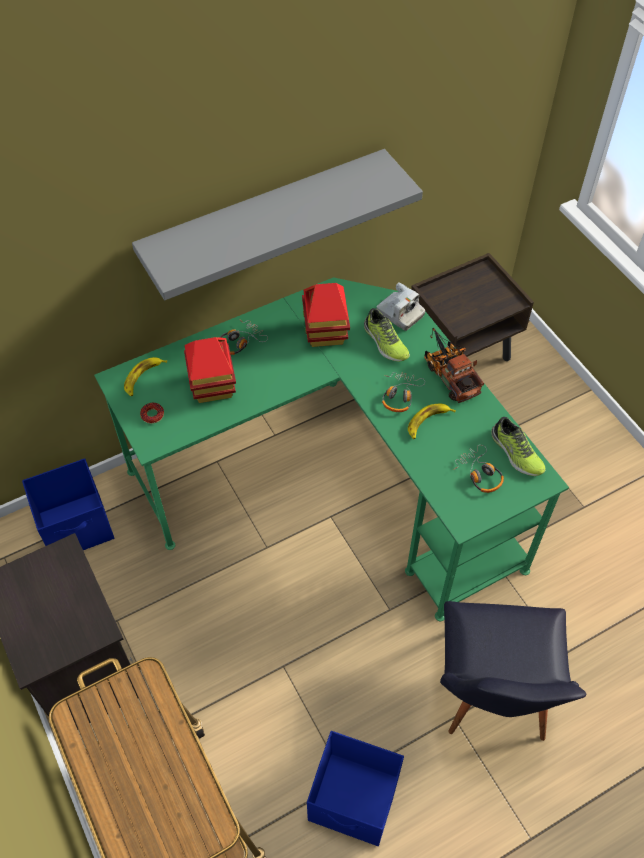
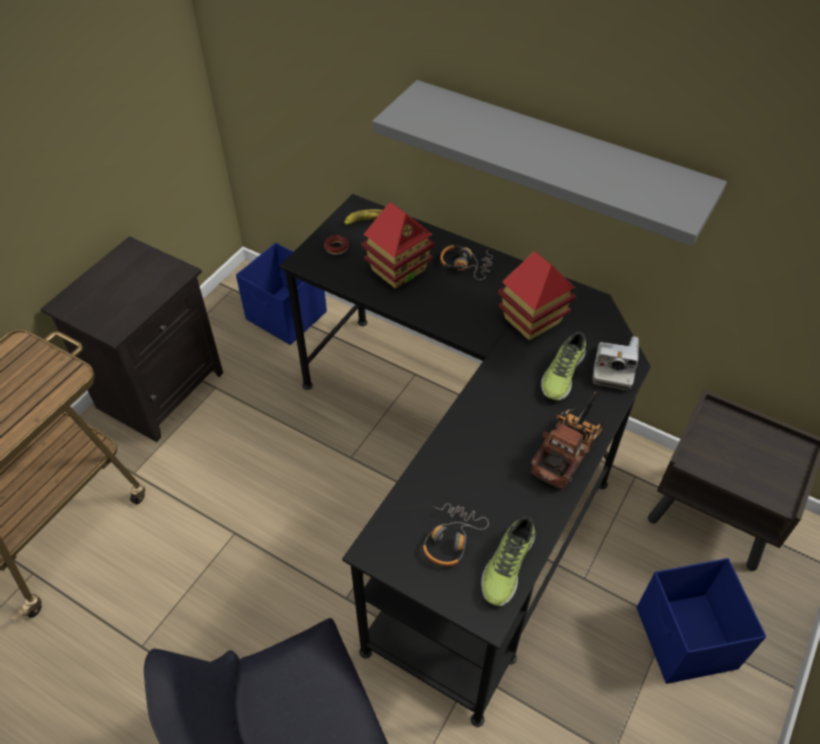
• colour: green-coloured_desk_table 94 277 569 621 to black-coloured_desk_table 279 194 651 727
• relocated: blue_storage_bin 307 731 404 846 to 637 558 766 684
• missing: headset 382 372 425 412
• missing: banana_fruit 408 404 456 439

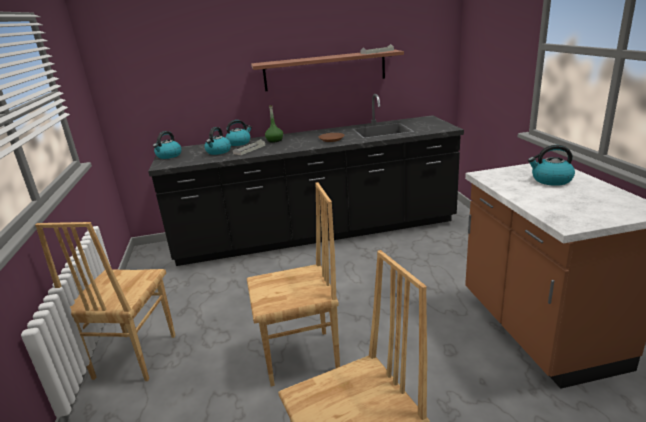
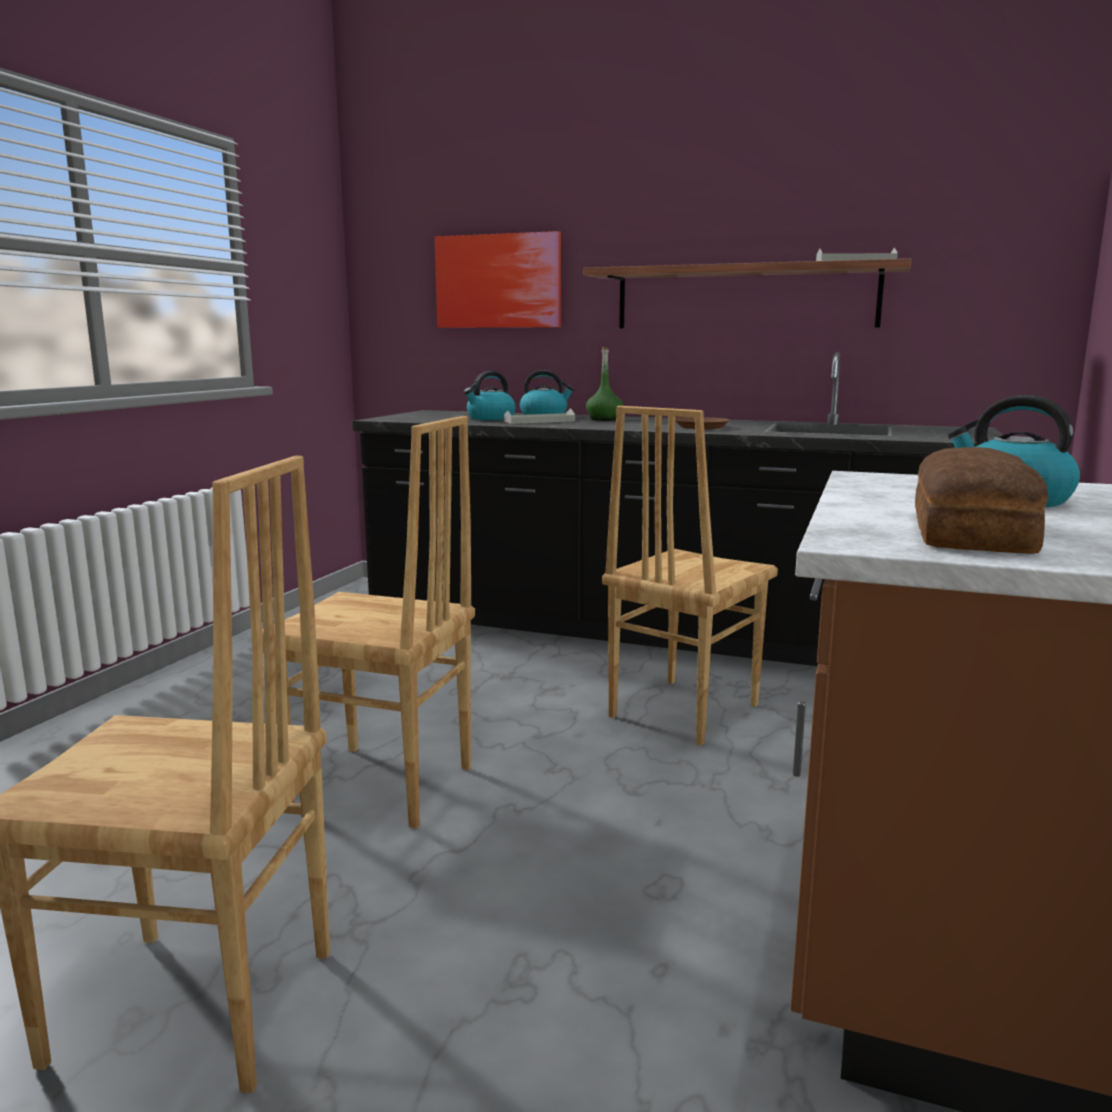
• appeared: picture 434 231 561 328
• relocated: brown-coloured_chair 35 222 176 381 to 602 406 778 746
• appeared: bakery_bread 915 447 1049 554
• missing: kettle 153 131 182 159

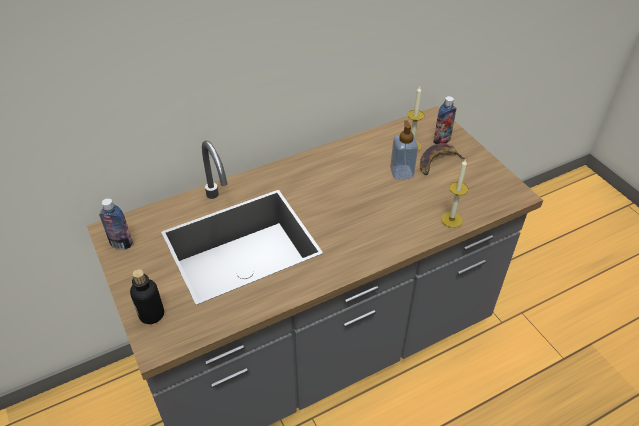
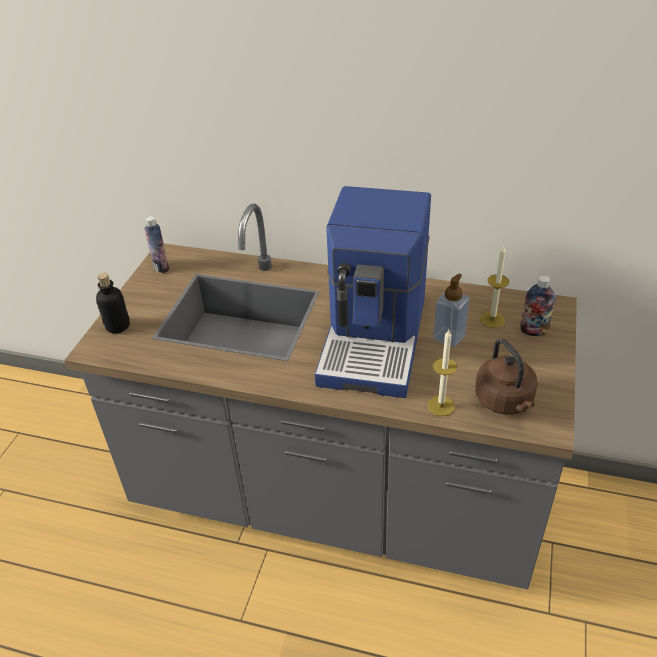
• appeared: coffee_brewer 315 186 431 398
• appeared: brown-coloured_kettle 475 338 538 415
• missing: banana_fruit 420 143 465 175

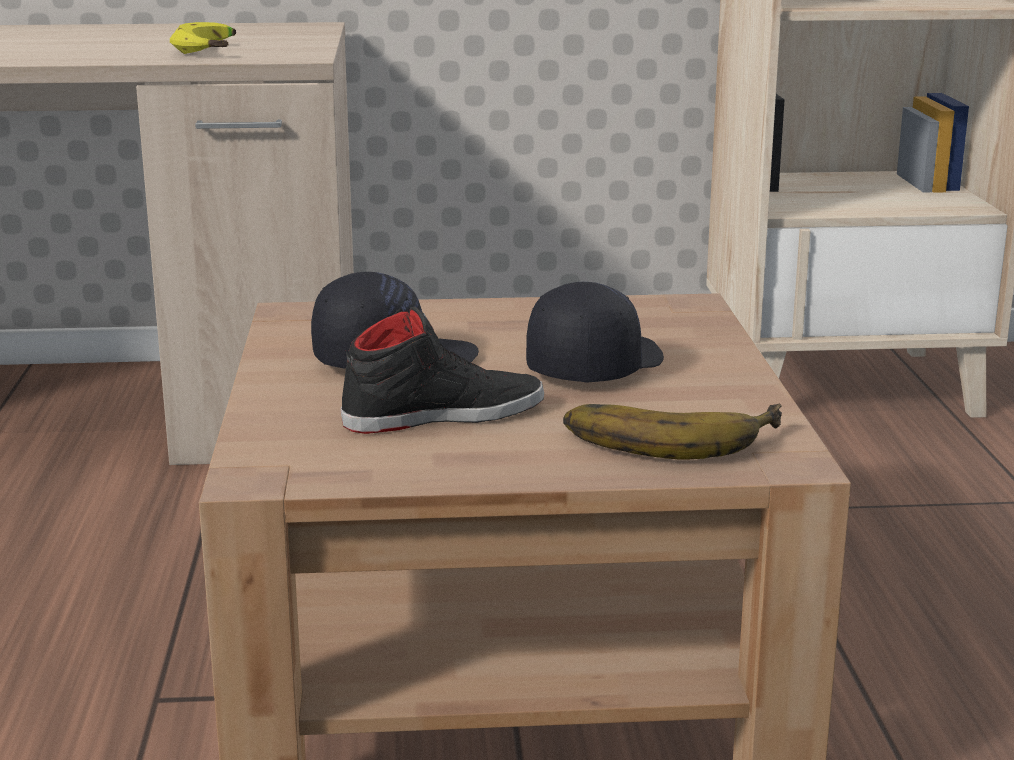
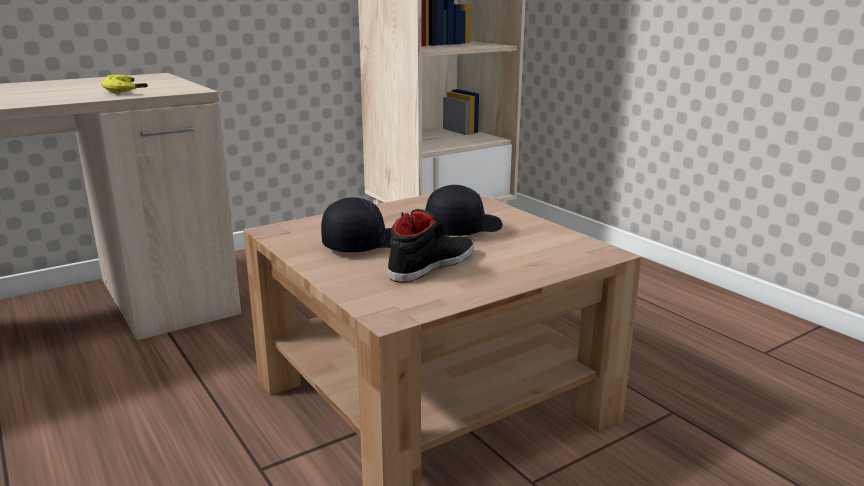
• spun: black-coloured_cap 526 282 664 383 = 425 185 502 236 45 degrees clockwise
• missing: banana_fruit 563 404 782 460

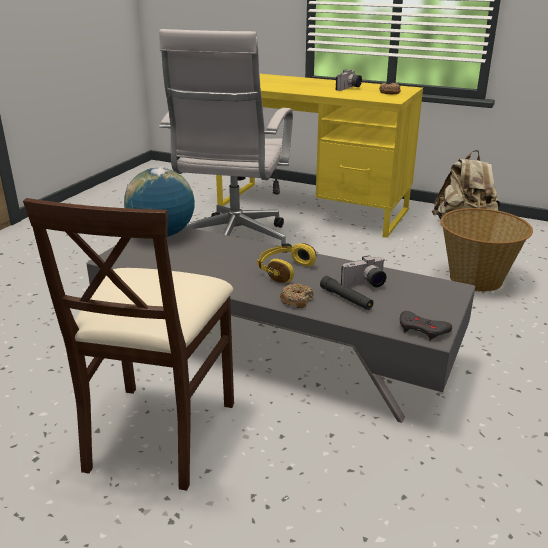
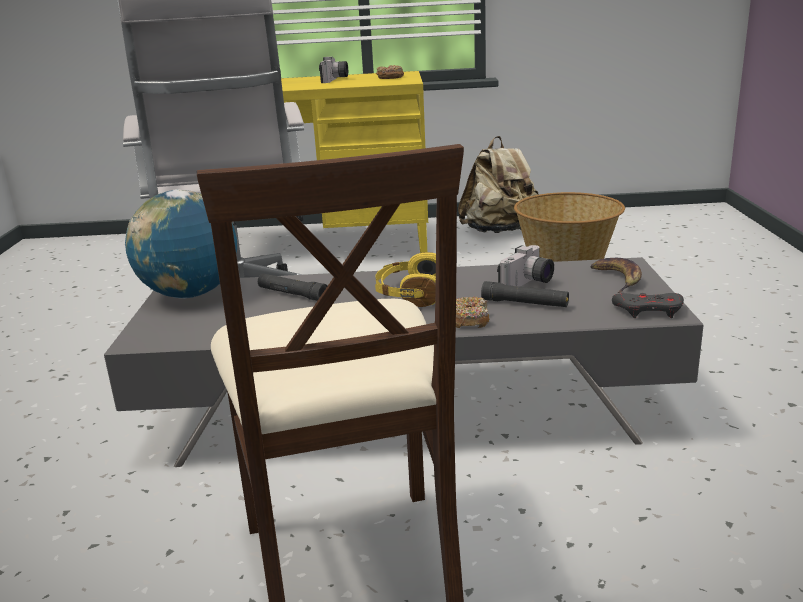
• appeared: black-coloured_hand_torch 258 274 328 301
• appeared: banana_fruit 591 258 642 293

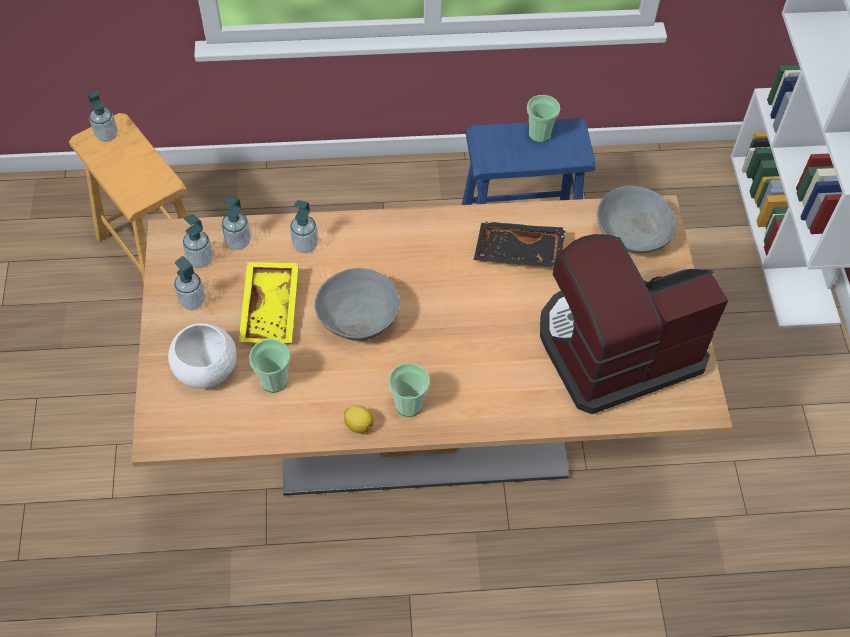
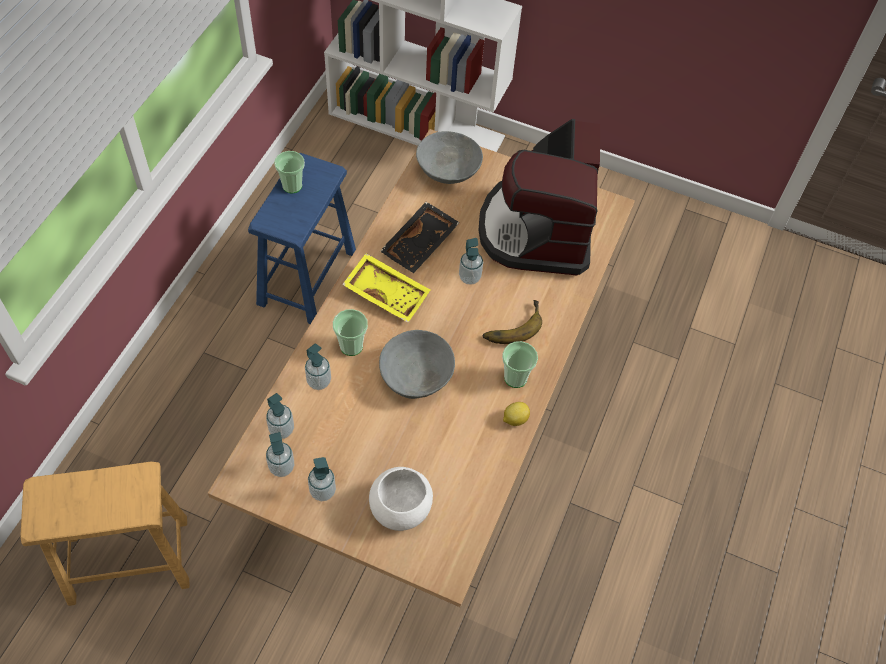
• relocated: drinking_cup 249 339 290 393 to 333 309 368 356
• relocated: yellow-coloured_serving_tray 239 262 299 343 to 342 253 430 323
• relocated: soap_dispenser 88 91 118 142 to 459 238 483 285
• appeared: banana_fruit 482 300 542 344

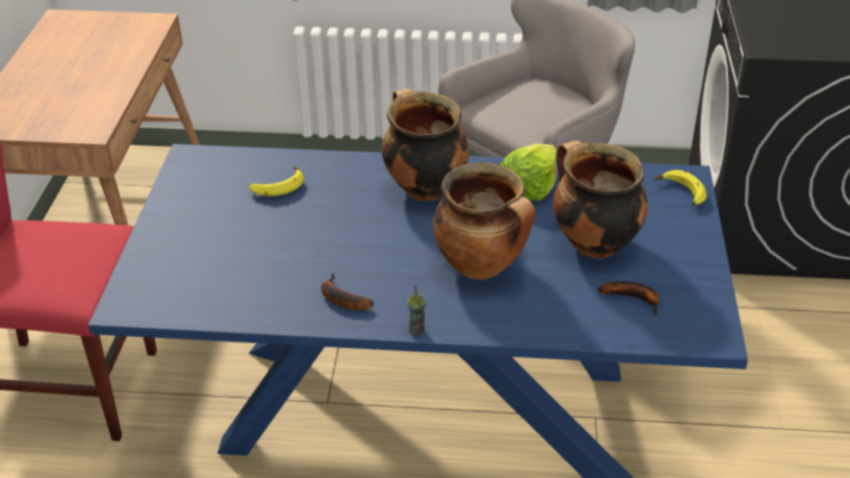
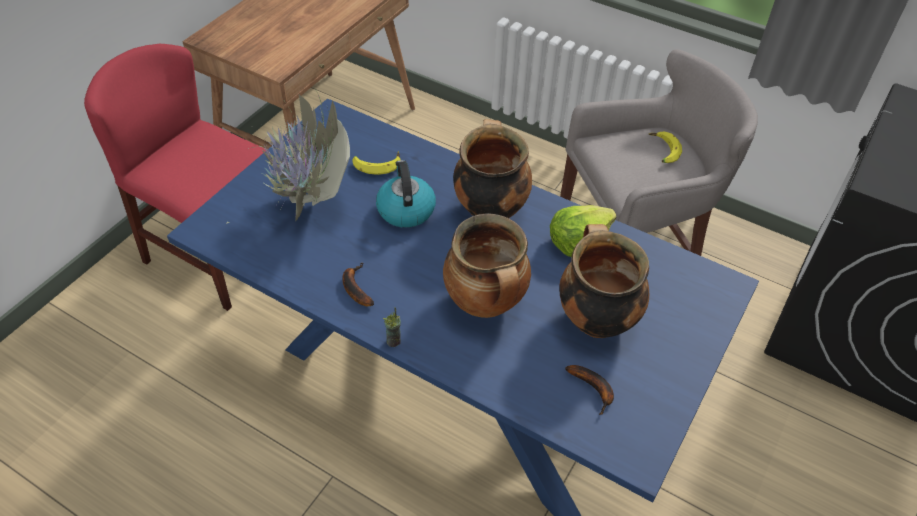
• appeared: potted_plant 226 88 350 224
• appeared: kettle 376 160 436 228
• relocated: banana_fruit 654 170 707 205 to 648 132 682 163

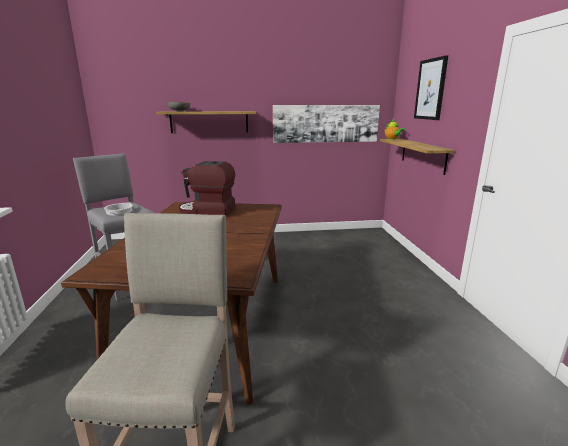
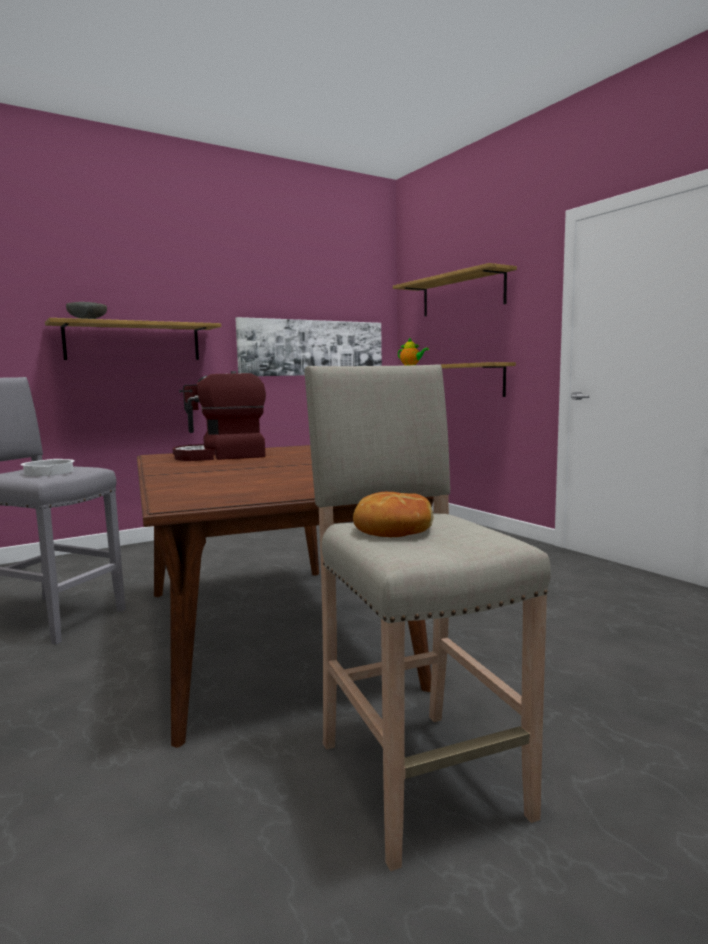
• appeared: bakery_bread 353 492 433 537
• exchanged: picture 414 55 448 120 to wall_shelf 393 263 517 316

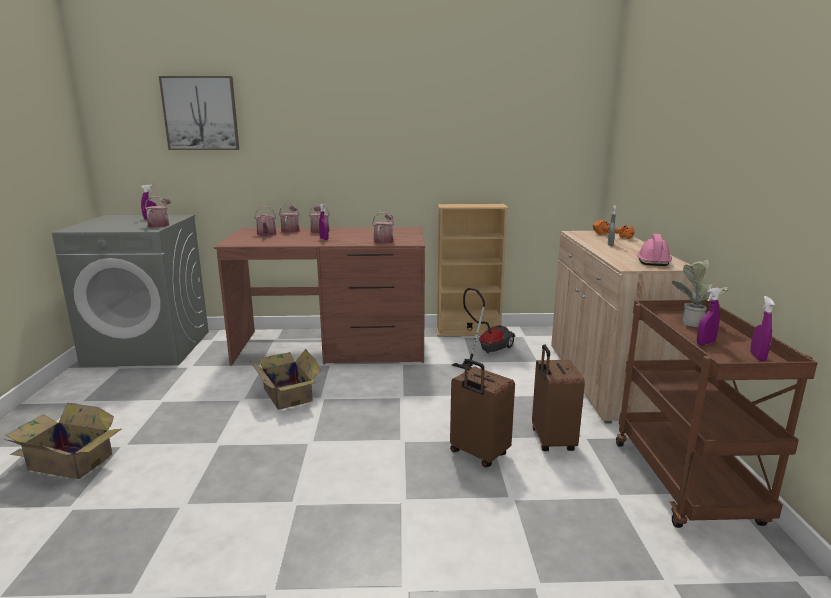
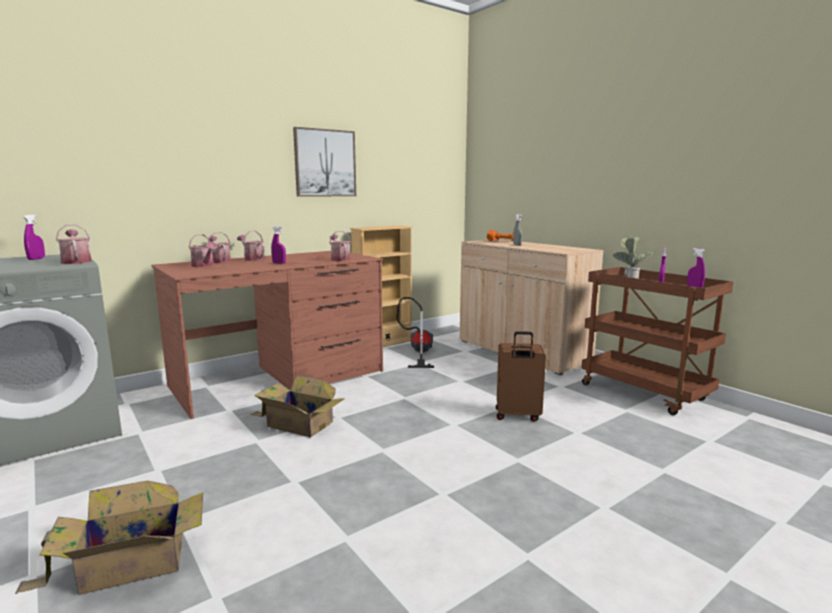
• relocated: picture 159 76 239 150 to 293 127 356 197
• missing: brown-coloured_suitcase 532 344 585 451
• missing: pink-coloured_work_helmet 637 234 672 266

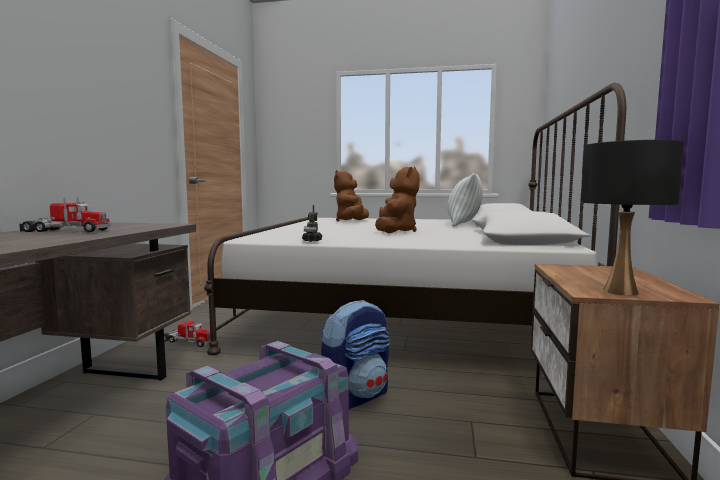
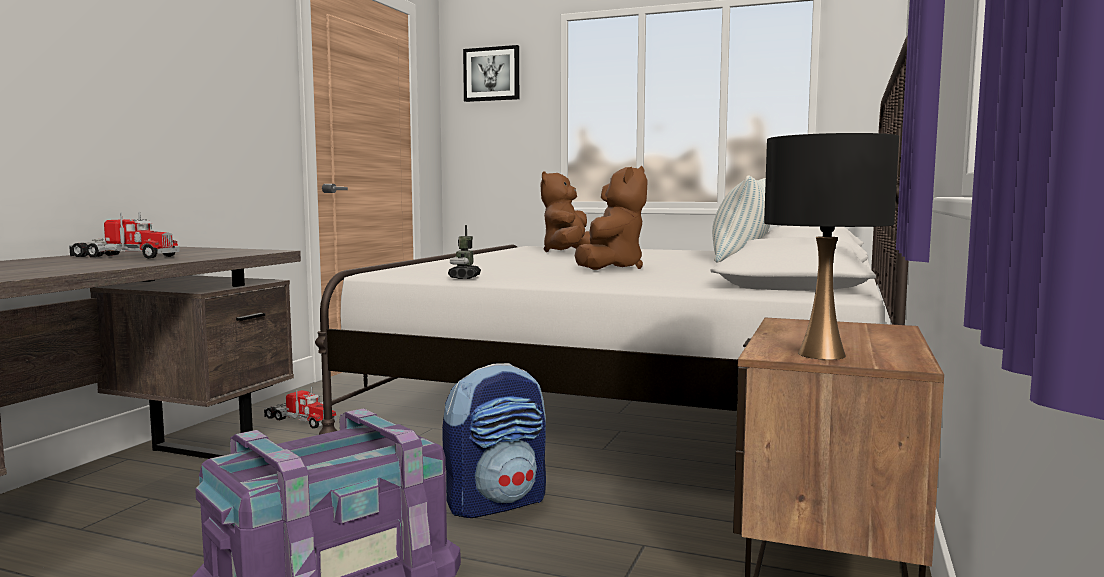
• appeared: picture 463 45 519 102

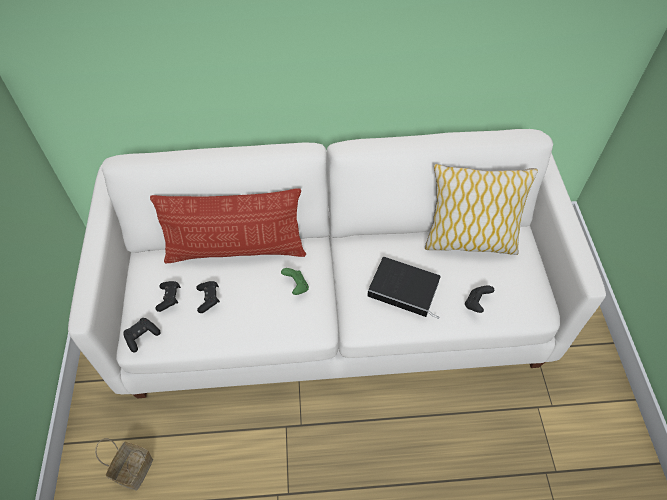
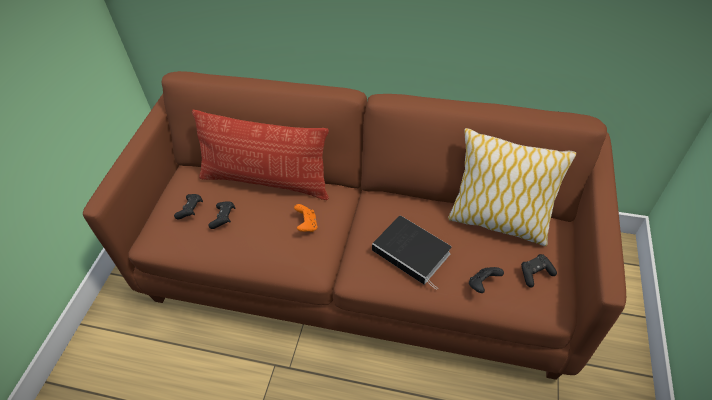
• colour: white-coloured_settee 68 129 606 398 to brown-coloured_settee 83 71 626 380
• colour: green-coloured_joypad 281 268 309 295 to orange_joypad 294 204 317 232
• relocated: black-coloured_joypad 123 318 161 353 to 521 254 557 287
• missing: household_basket 95 438 153 490

